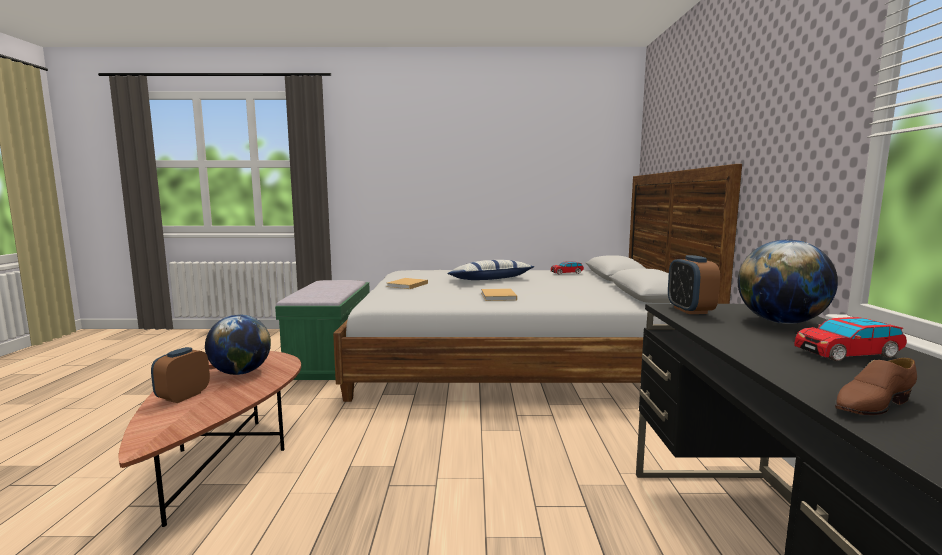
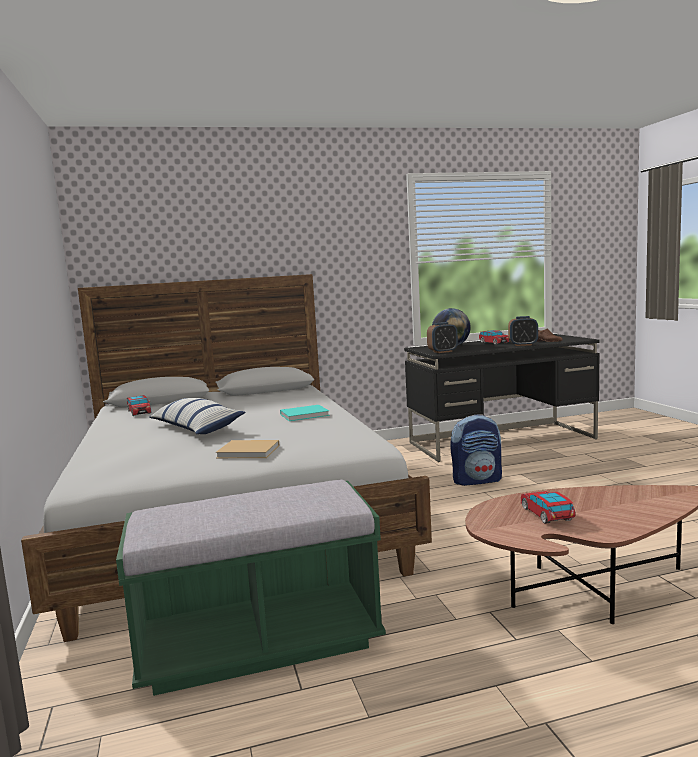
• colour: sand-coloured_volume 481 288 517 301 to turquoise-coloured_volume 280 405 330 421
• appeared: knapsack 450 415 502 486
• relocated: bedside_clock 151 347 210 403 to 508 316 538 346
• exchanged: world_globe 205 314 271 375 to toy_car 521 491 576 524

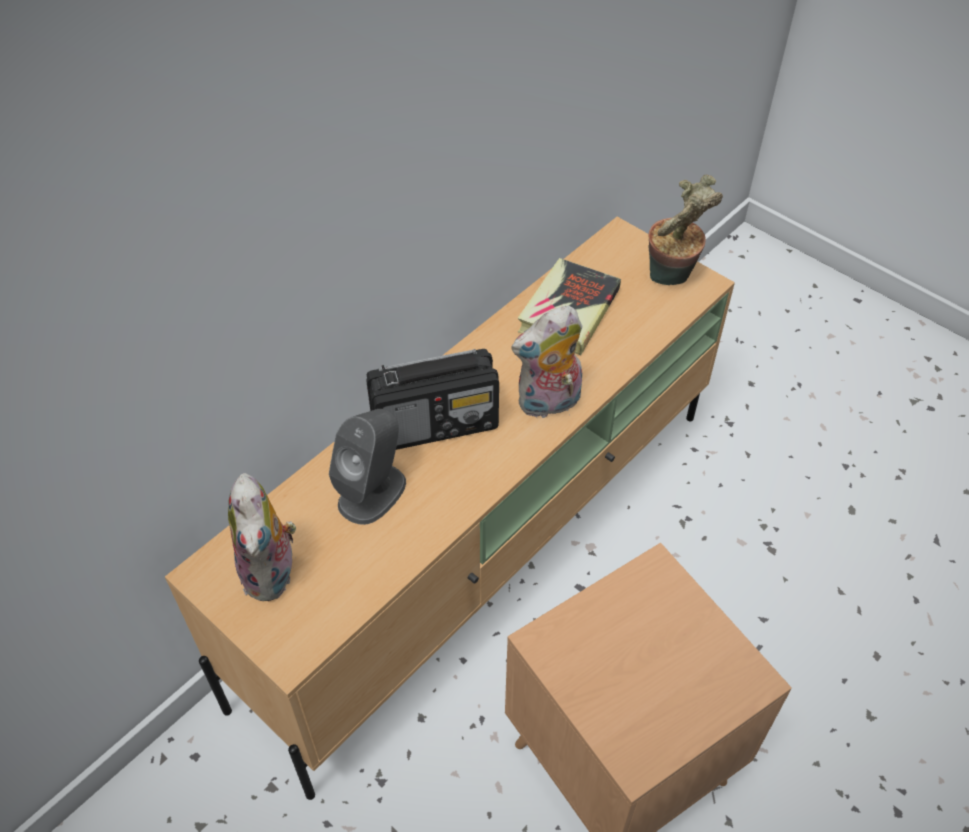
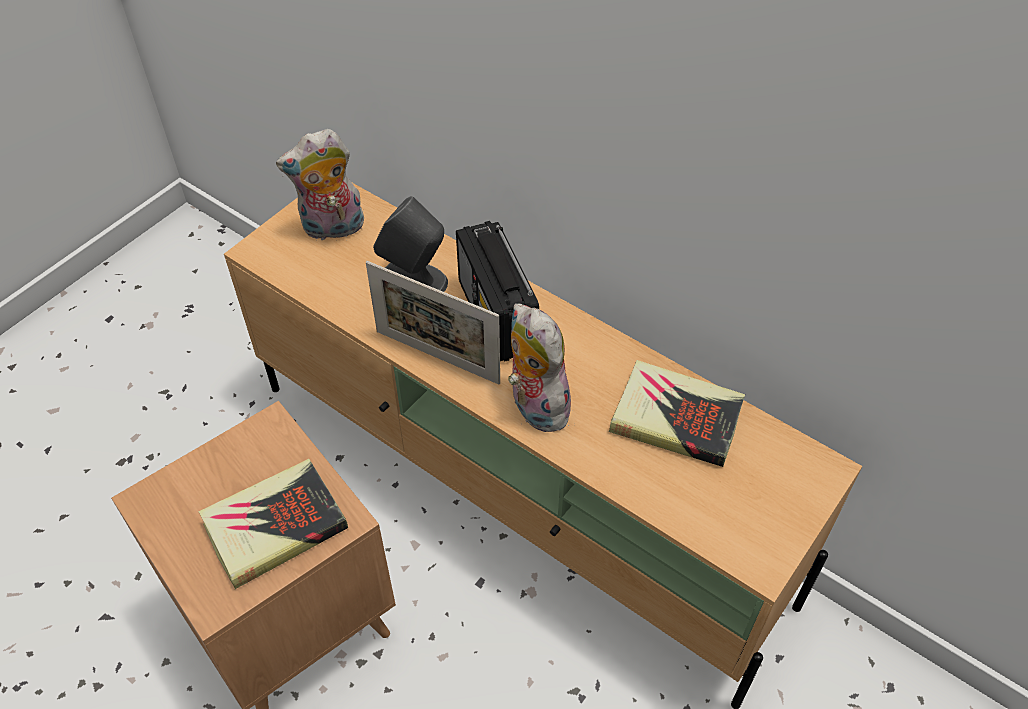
• appeared: volume 198 459 348 589
• appeared: standing_frame 366 261 500 385
• missing: potted_plant 648 175 723 285

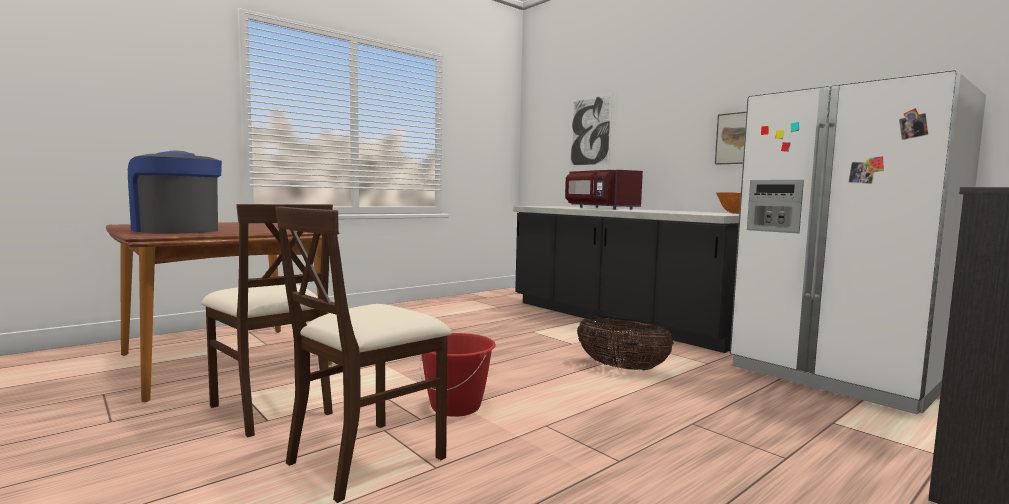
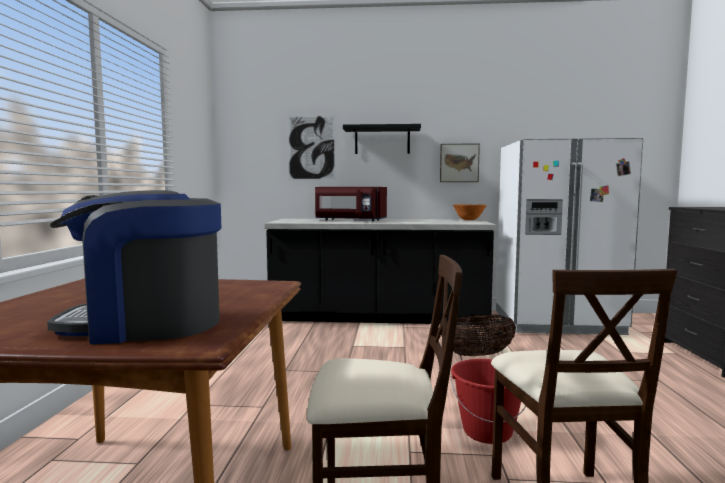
• appeared: black-coloured_wall_shelf 343 124 421 154

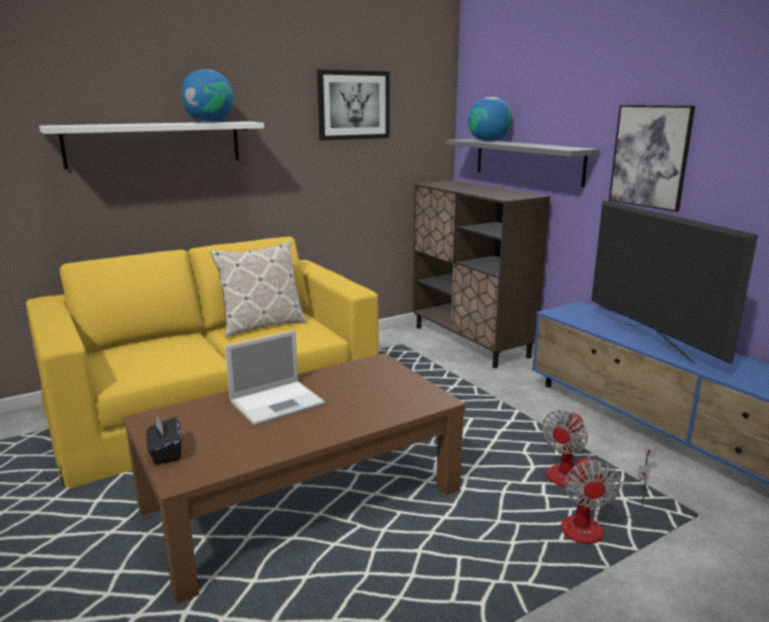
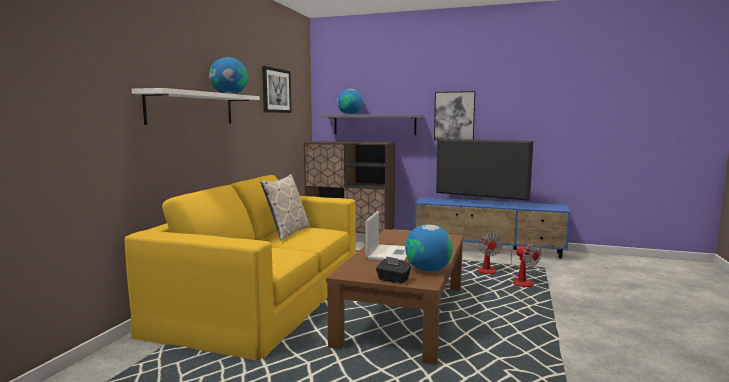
• appeared: world_globe 405 224 453 272

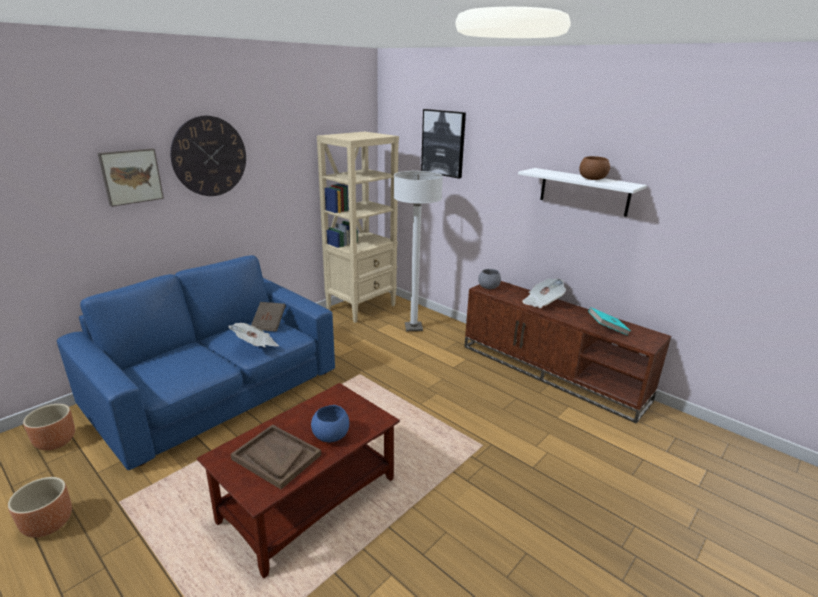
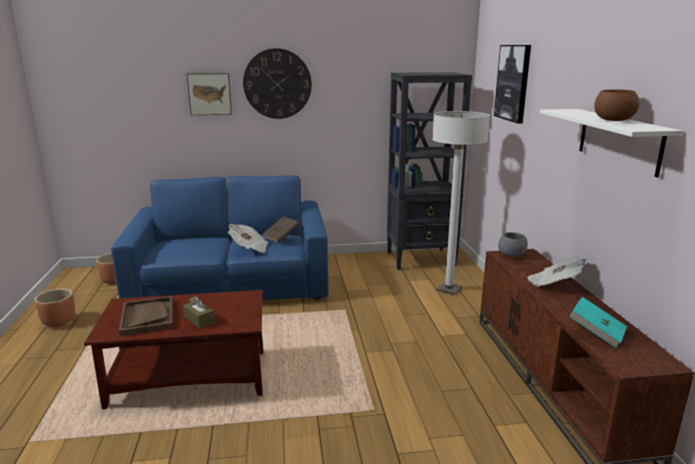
• exchanged: blue_serving_bowl 311 405 349 442 to brown-coloured_tissue_holder 183 296 215 328
• colour: sand-coloured_bookcase 317 132 399 323 to black-coloured_bookcase 387 72 472 270

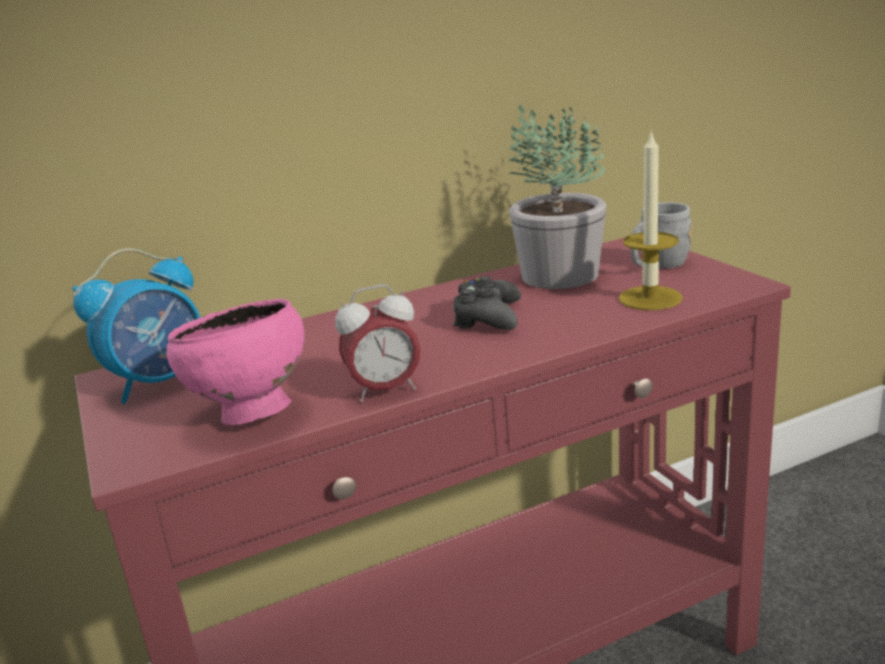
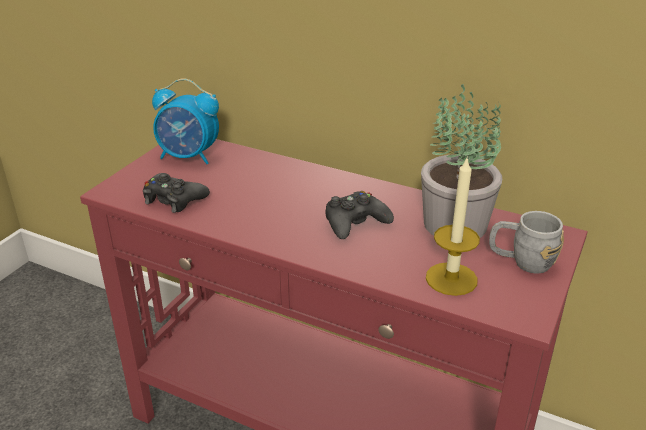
• exchanged: pink-coloured_serving_bowl 166 299 304 425 to black-coloured_joypad 143 173 210 213
• missing: bedside_clock 335 284 421 402

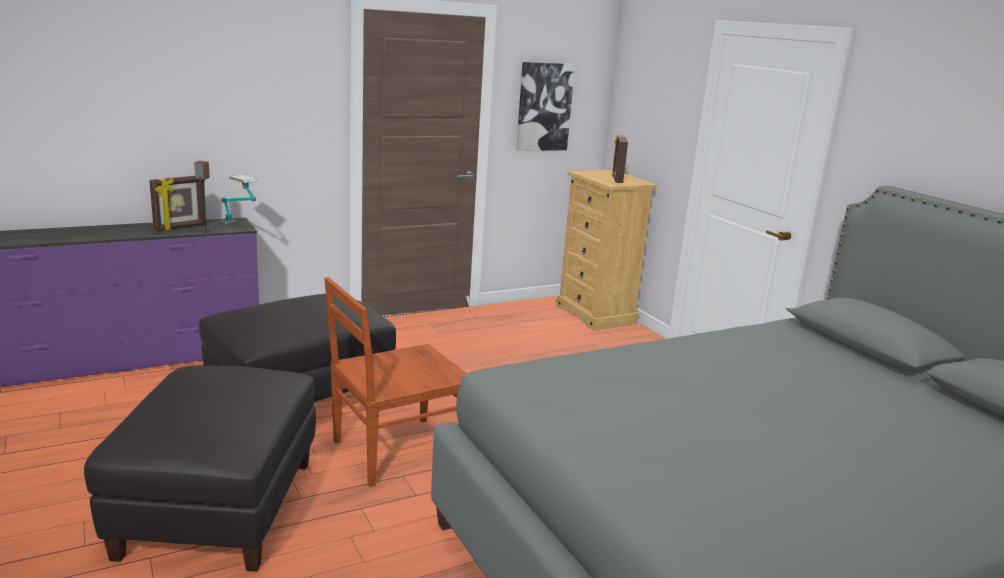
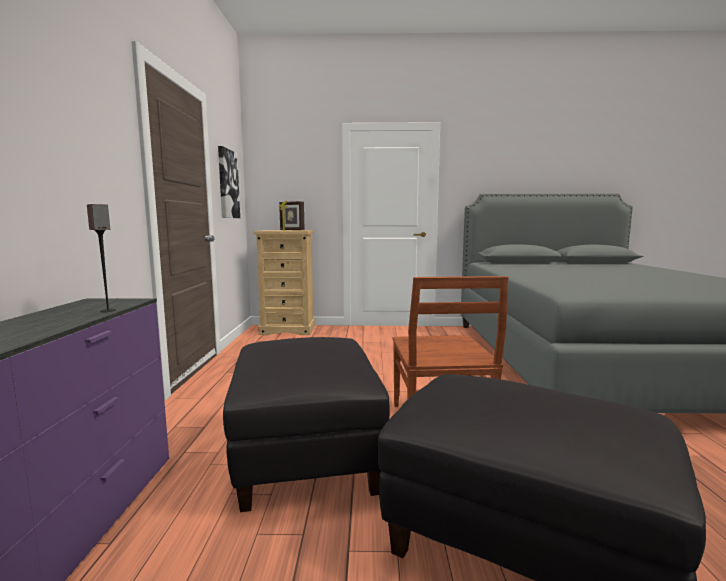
• missing: standing_frame 149 176 205 231
• missing: lamp_for_a_table 221 175 257 224

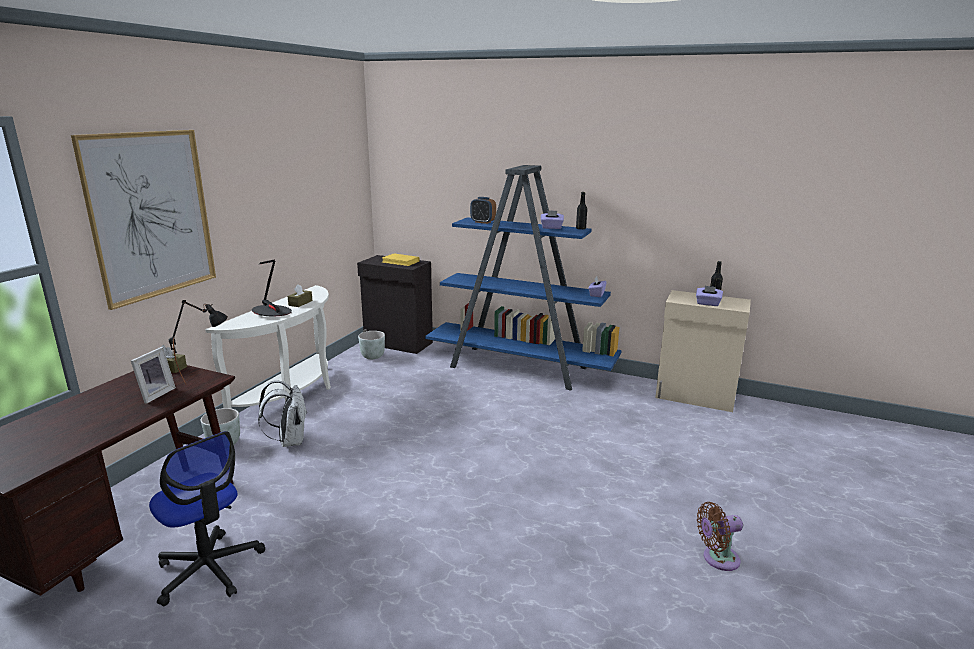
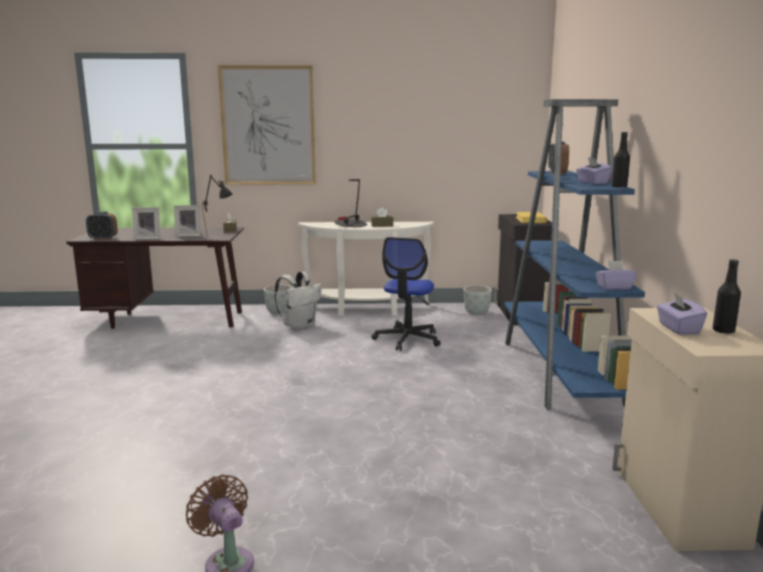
• appeared: bedside_clock 86 212 118 240
• appeared: standing_frame 132 207 160 239
• relocated: office_chair 149 431 265 606 to 372 237 441 351

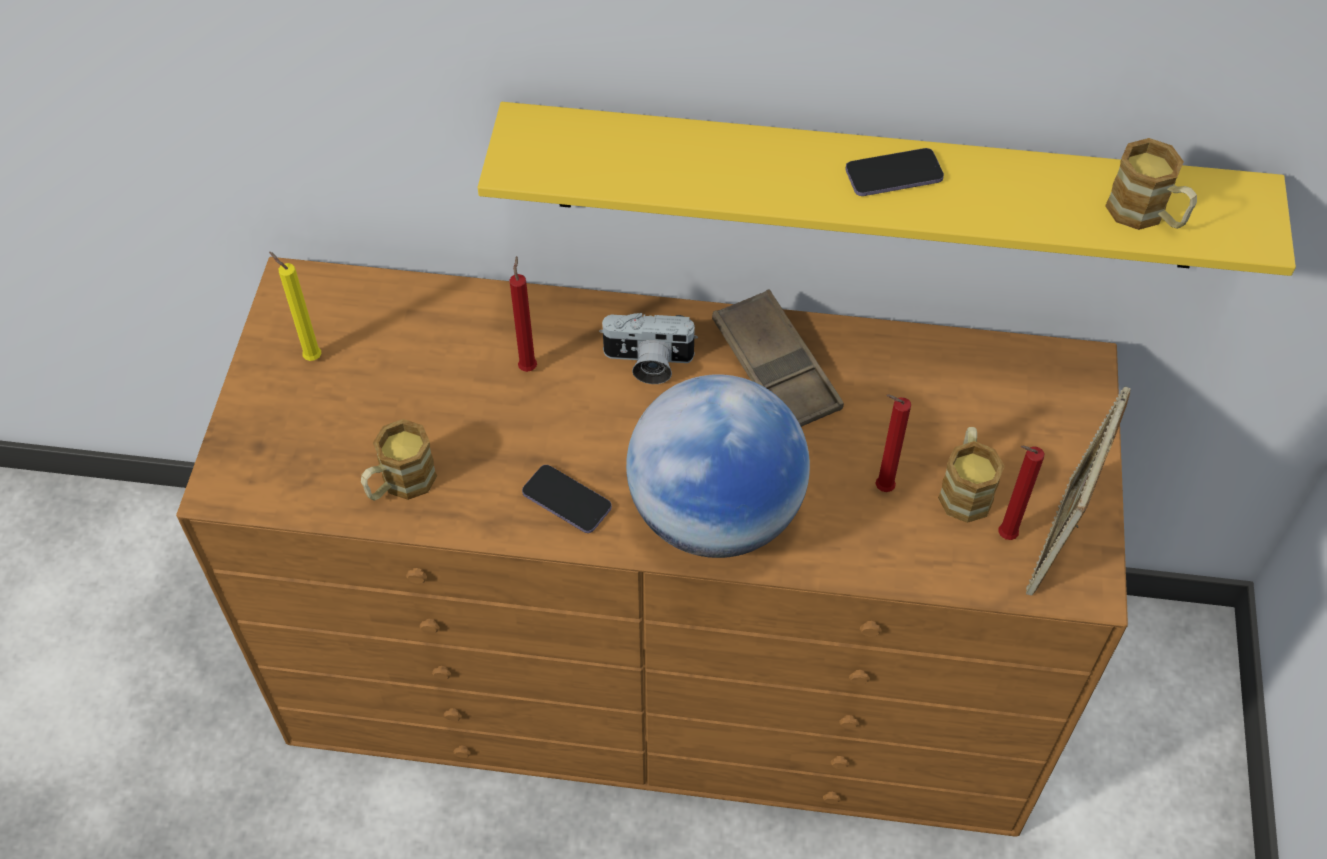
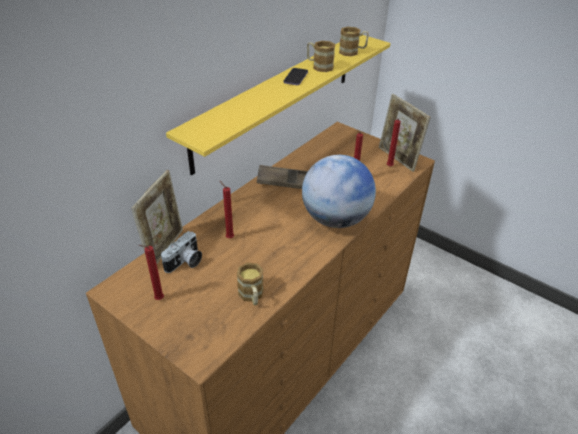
• appeared: standing_frame 131 170 183 264
• colour: yellow-coloured_wax_light 269 252 321 361 to red-coloured_wax_light 139 245 164 300
• relocated: still_camera 599 313 698 384 to 161 231 202 273
• relocated: coffee_mug 938 427 1005 523 to 307 41 335 72
• missing: telephone 522 465 612 533

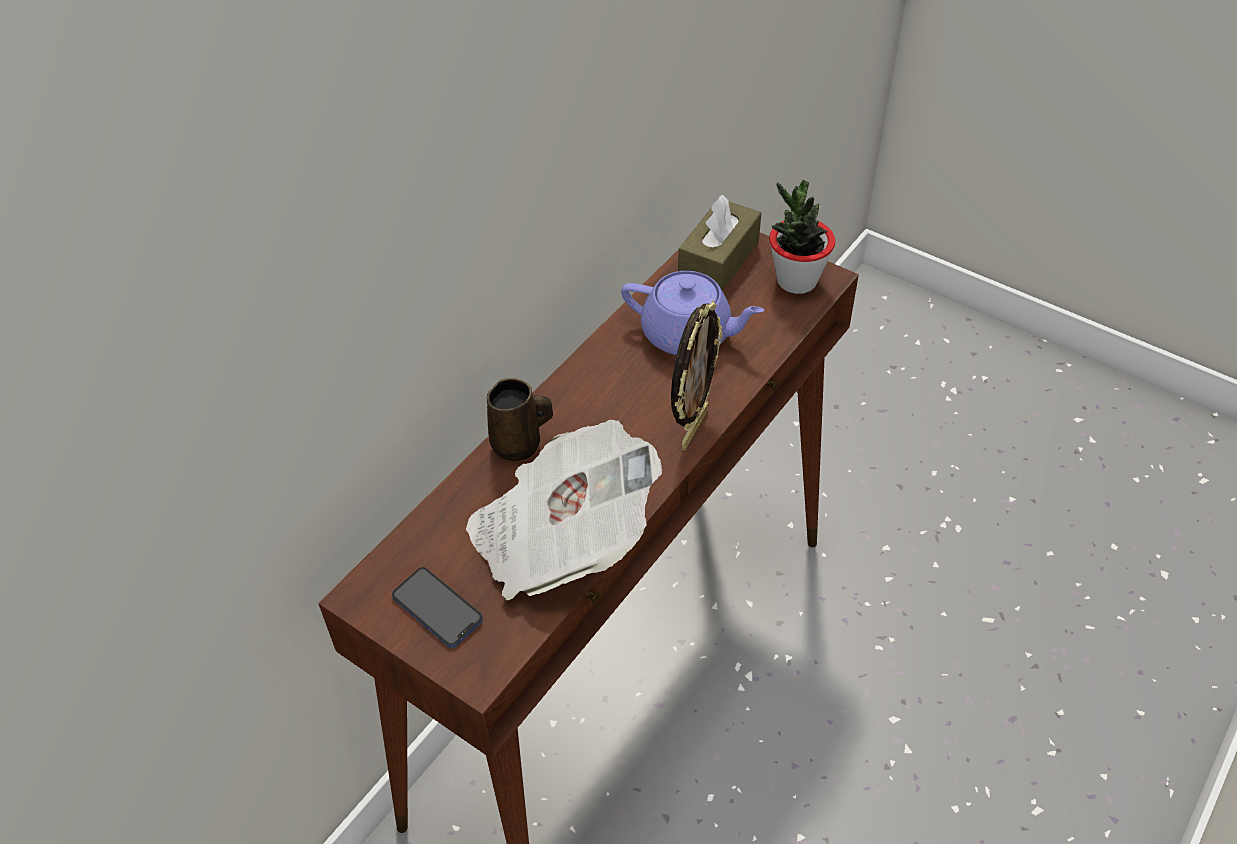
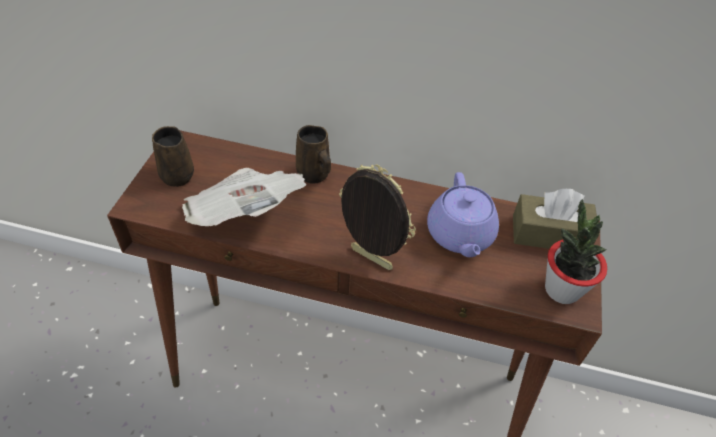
• exchanged: telephone 392 567 483 648 to brown-coloured_coffee_mug 152 126 194 187
• spun: standing_frame 671 301 723 450 = 339 165 416 270 150 degrees counterclockwise

